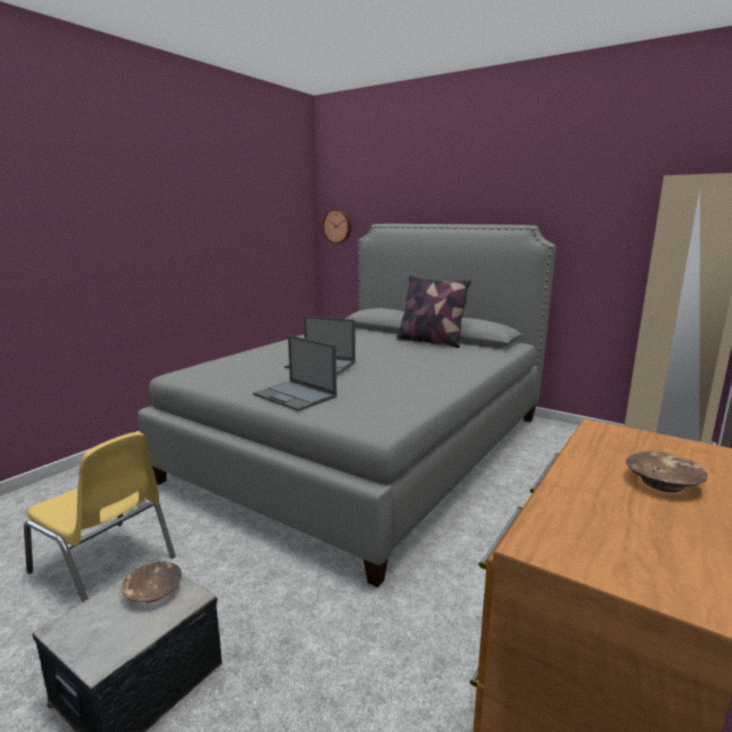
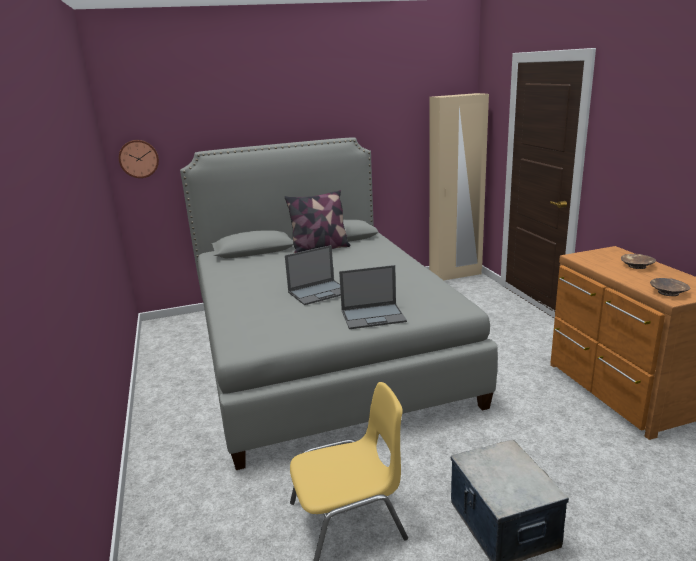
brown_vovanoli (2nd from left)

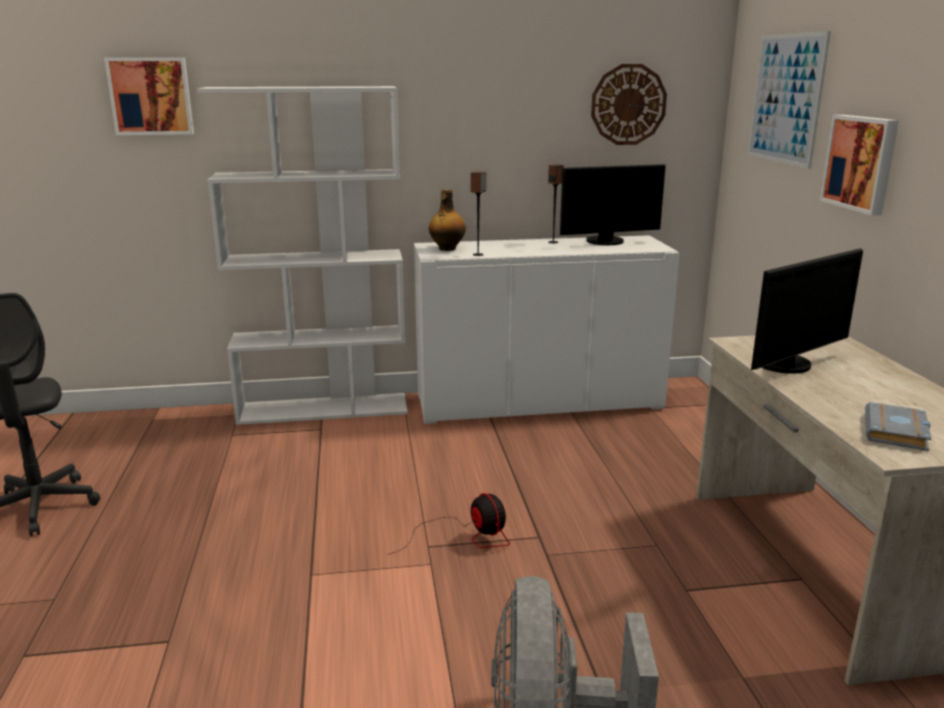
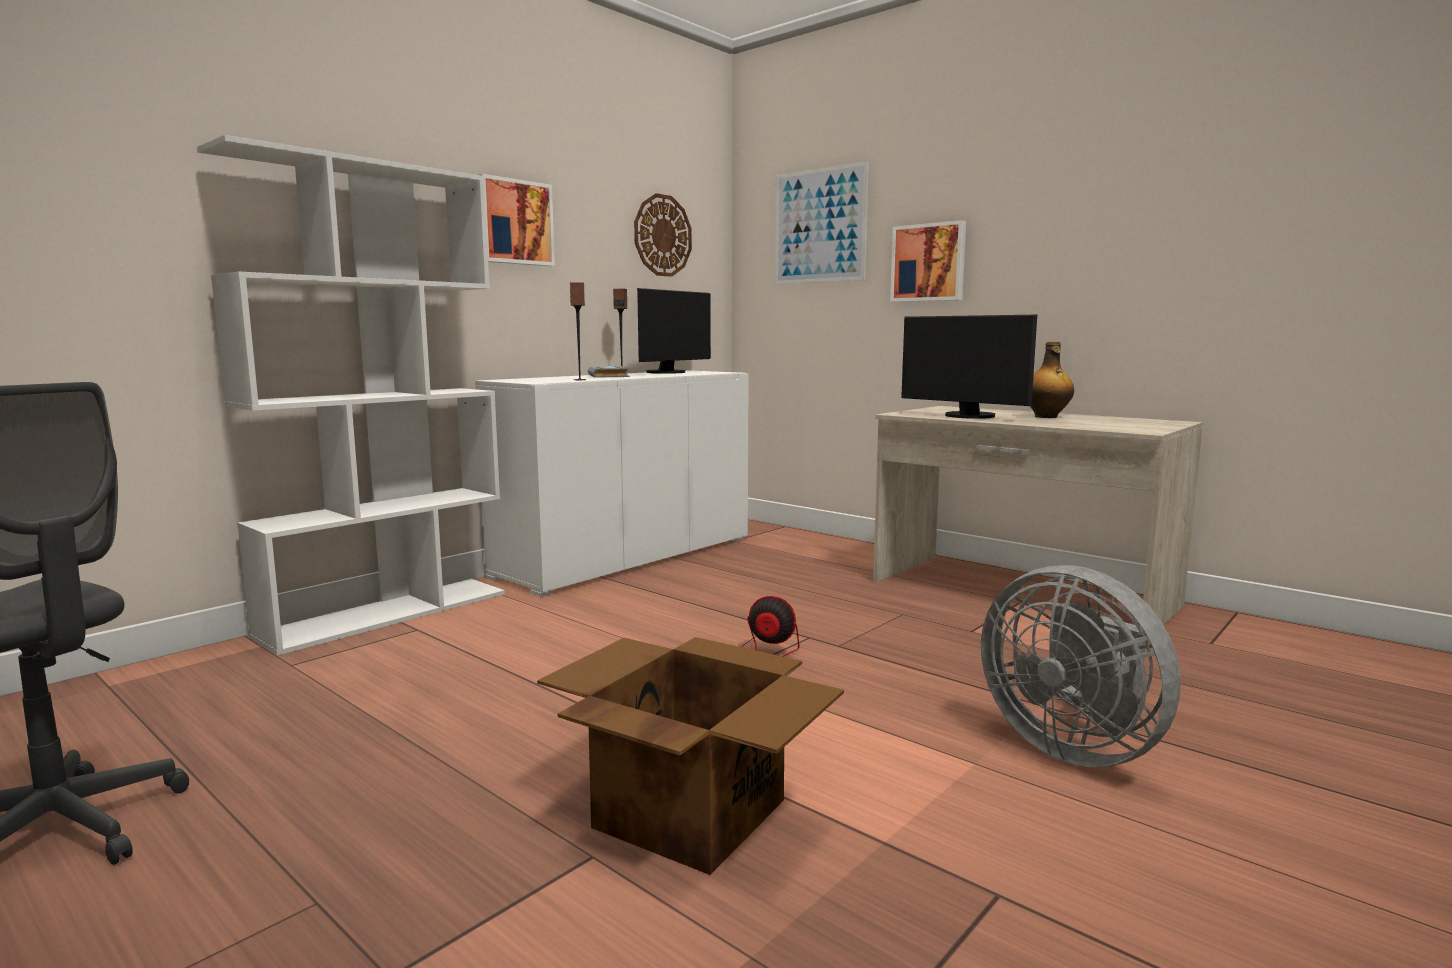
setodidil (1st from left); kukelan; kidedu (2nd from left); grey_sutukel; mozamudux

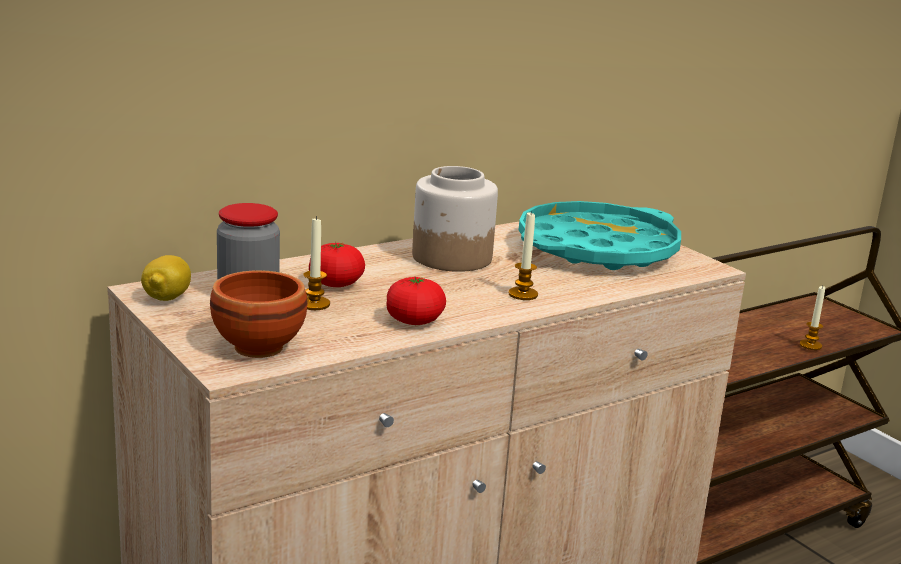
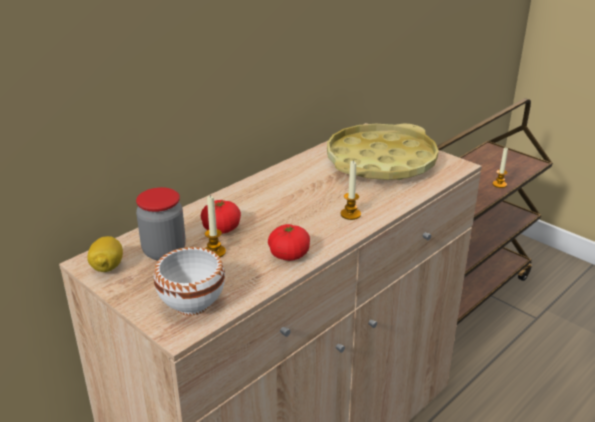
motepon (2nd from left in the first image); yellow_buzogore; white_vovanoli

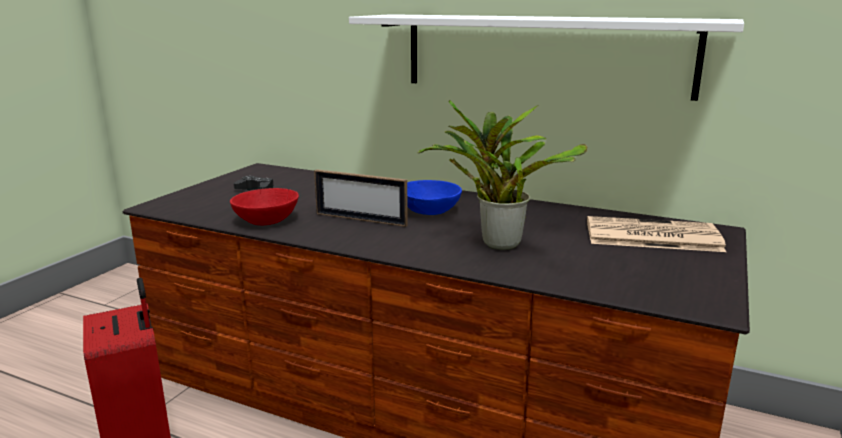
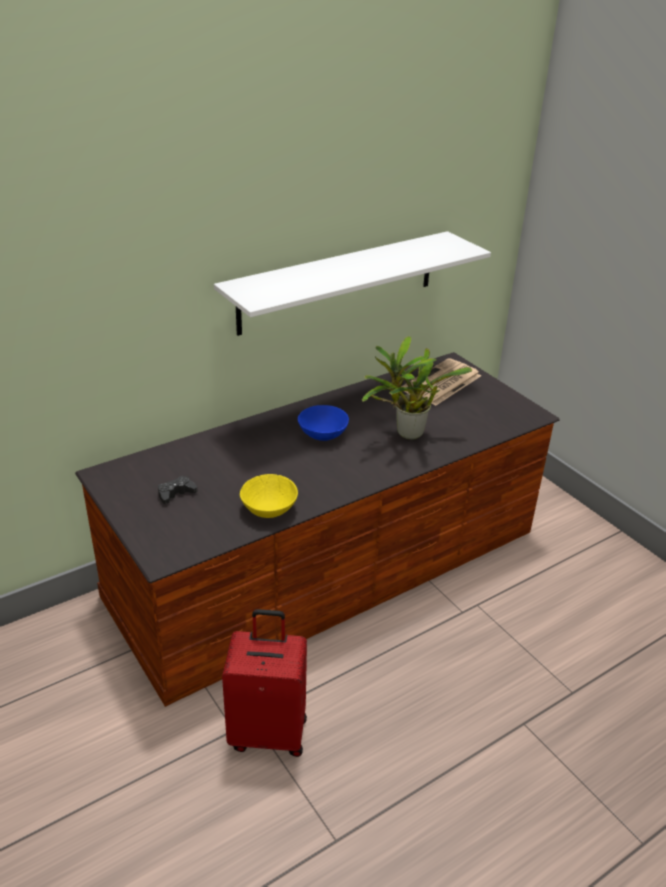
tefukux; yellow_vovanoli

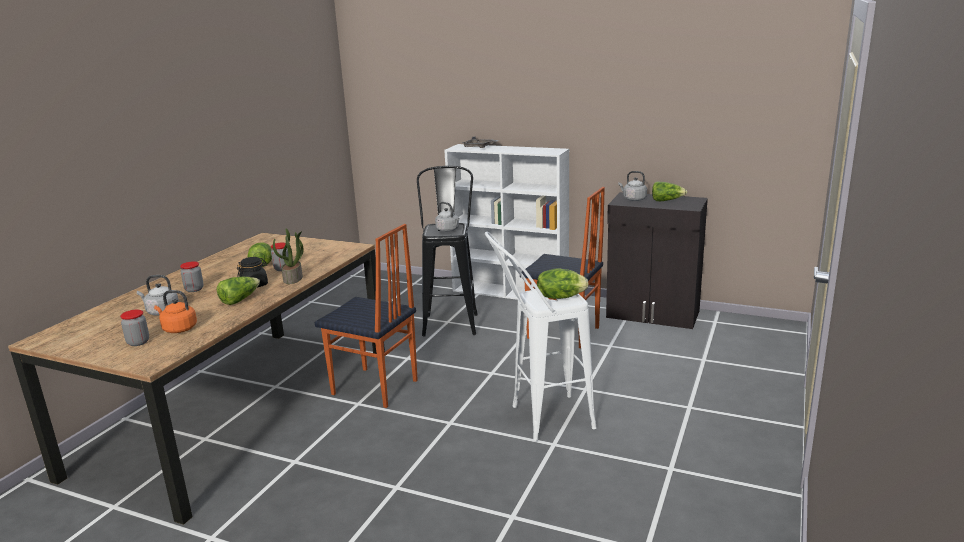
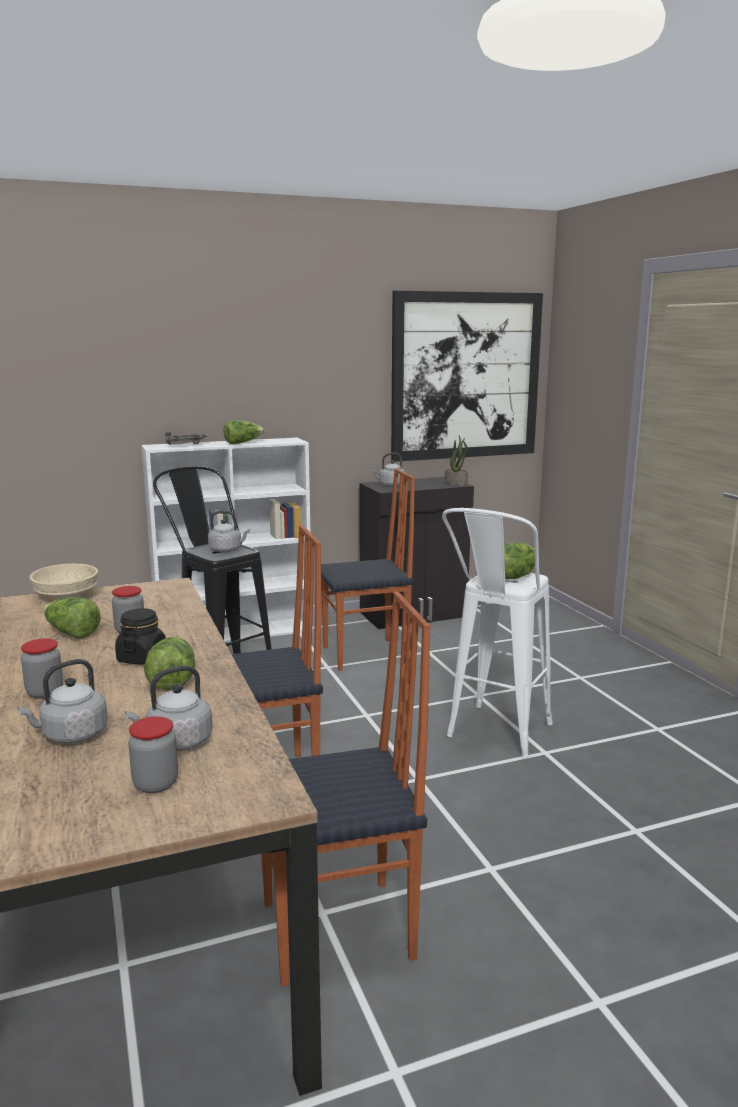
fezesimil (3rd from left); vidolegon; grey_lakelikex (2nd from left); setodidil; beige_vovanoli; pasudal (2nd from left)

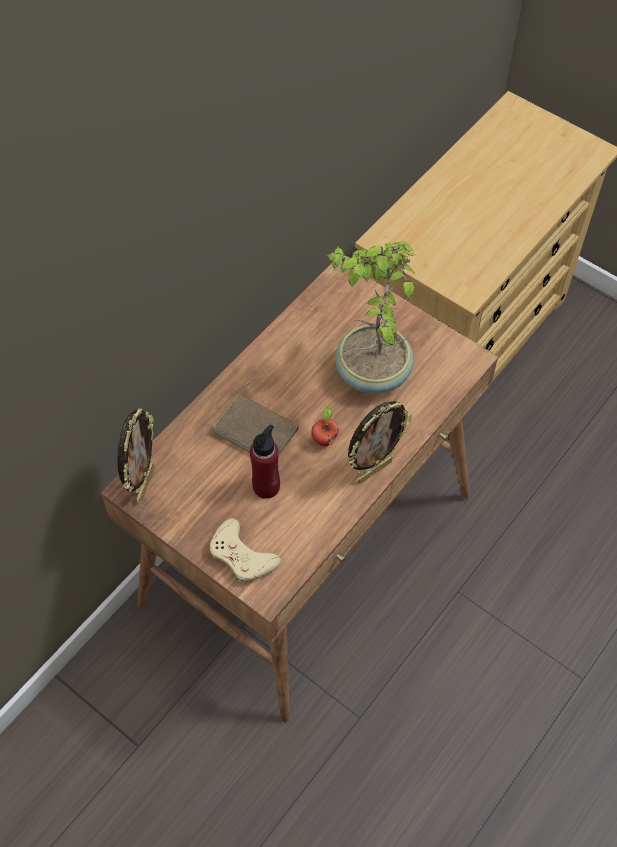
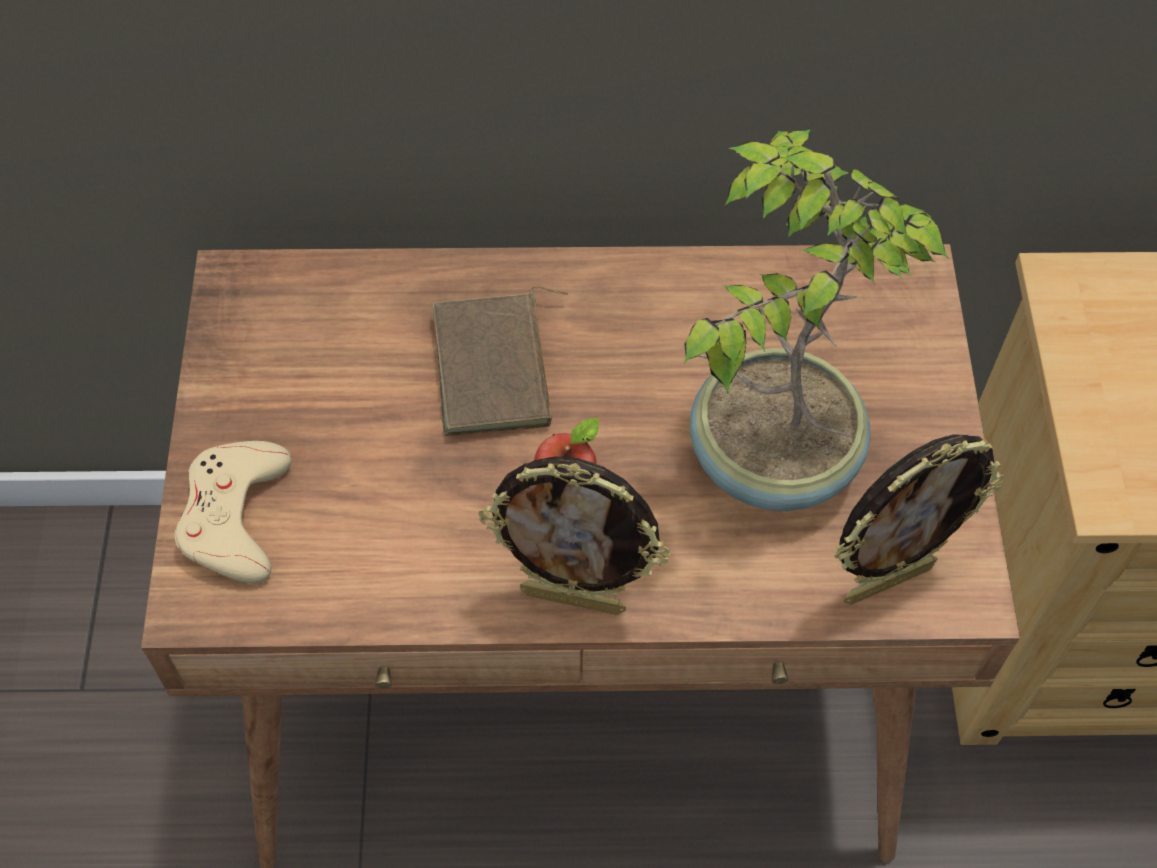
tefukux (2nd from left); red_kukelan

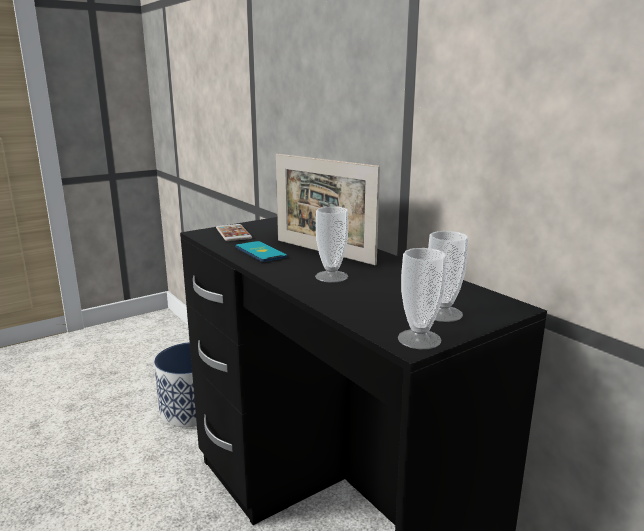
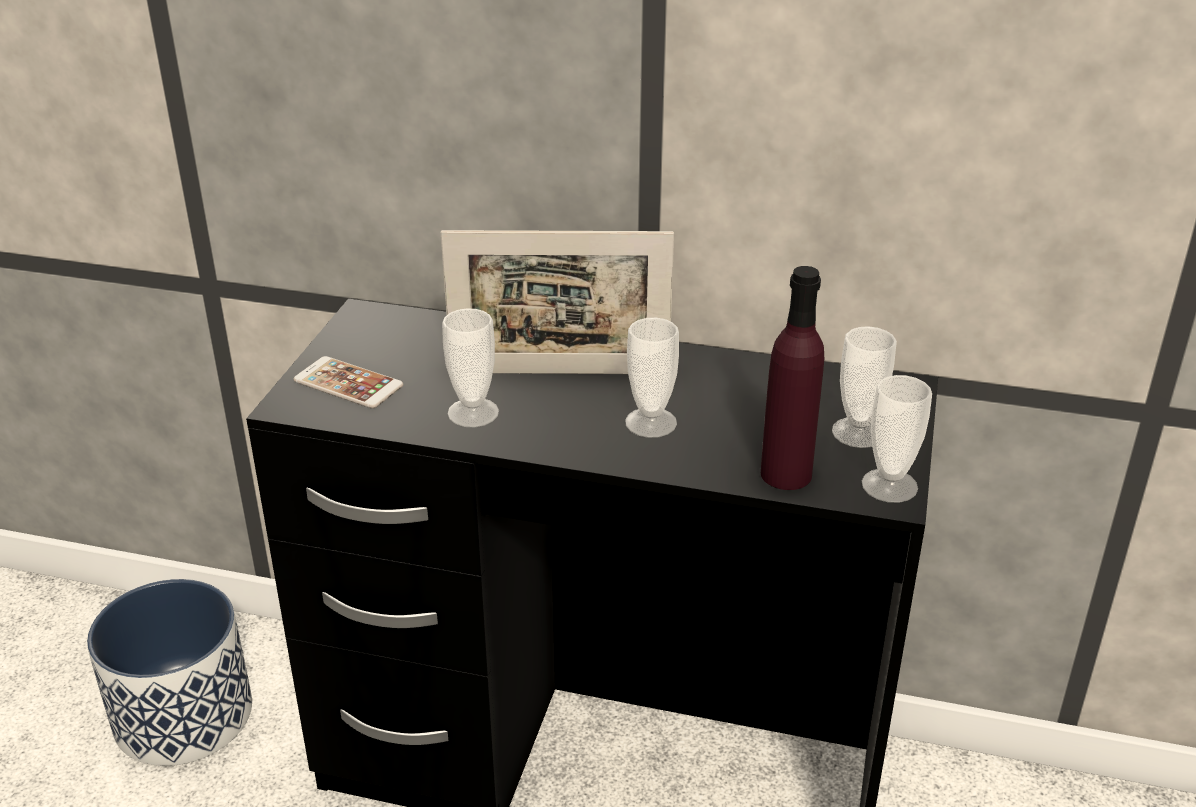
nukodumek (1st from left); purple_kukelan

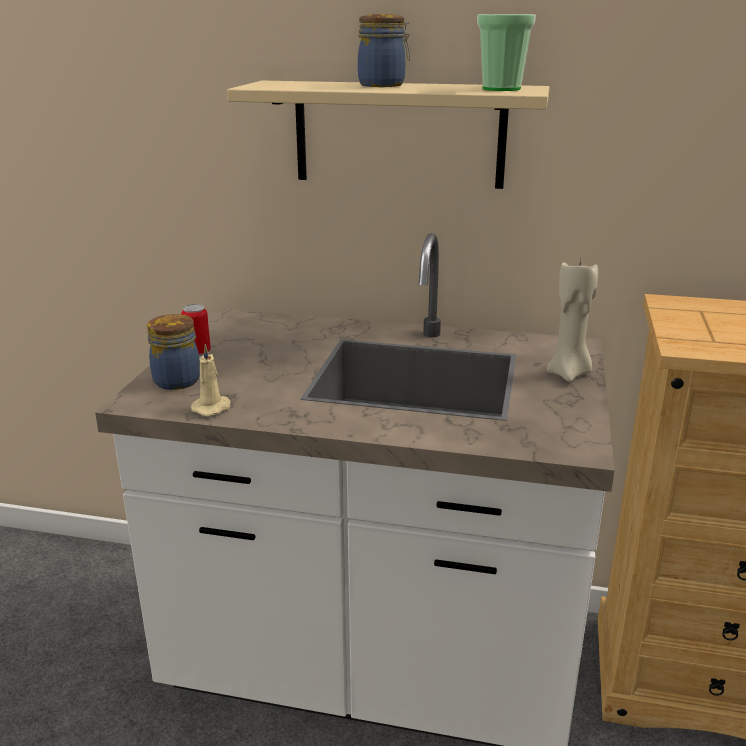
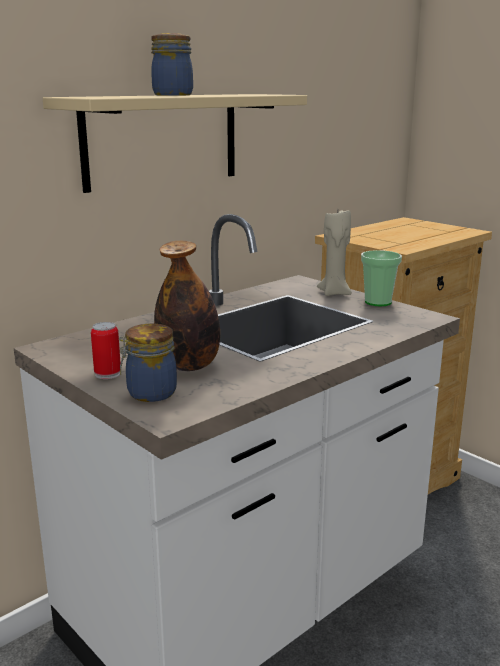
nukodumek; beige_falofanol (1st from left in the first image); kukelan

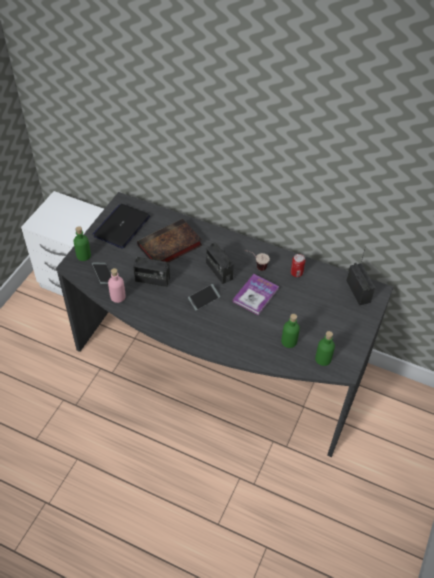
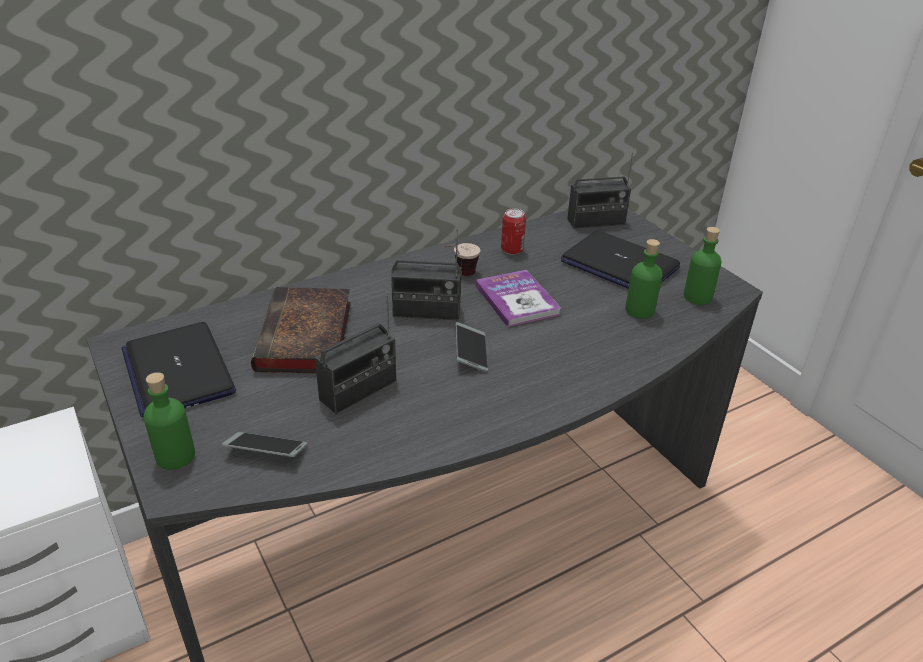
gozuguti (3rd from left); pink_kukelan; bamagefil (2nd from left)

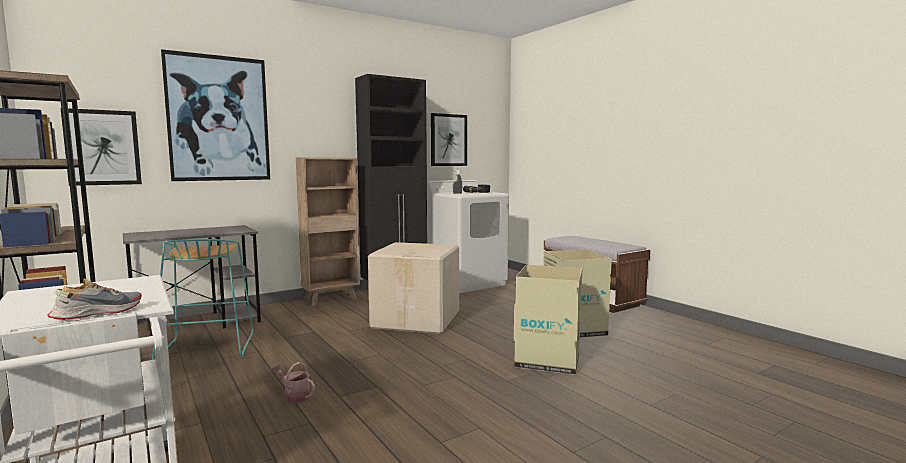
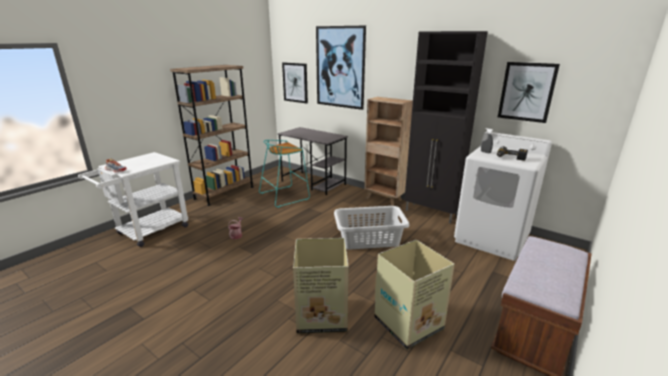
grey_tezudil

